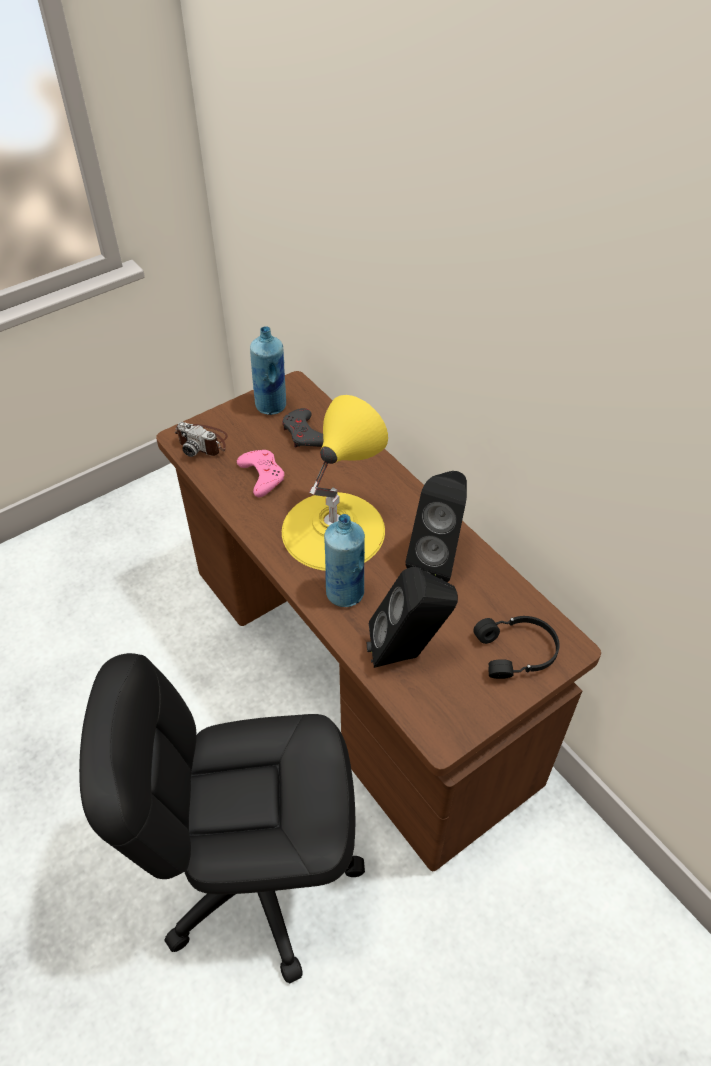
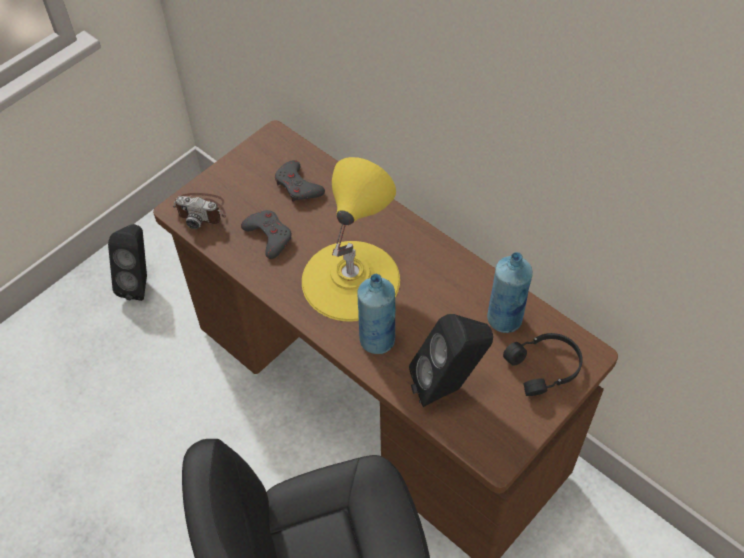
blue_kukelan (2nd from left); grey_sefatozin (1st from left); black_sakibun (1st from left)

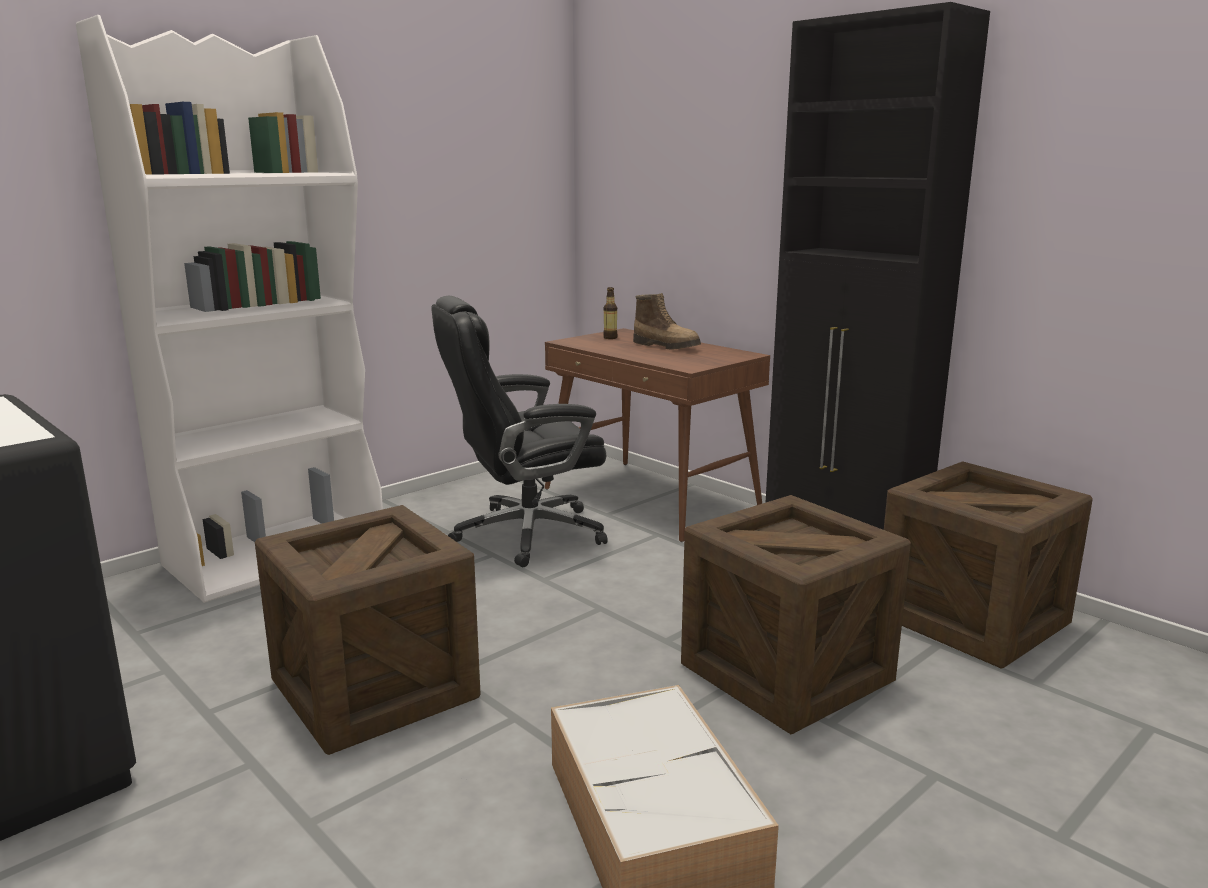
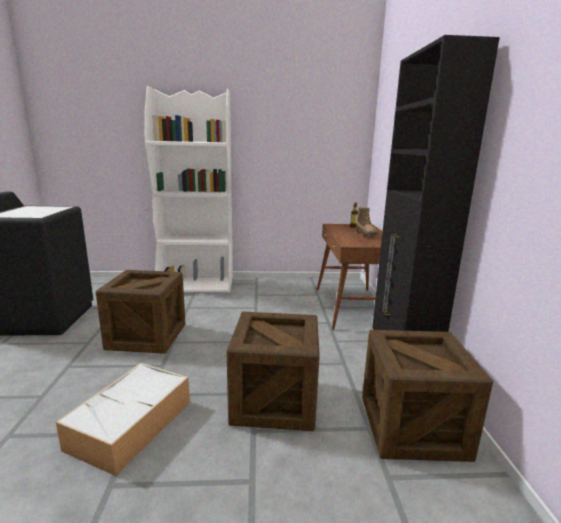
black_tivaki

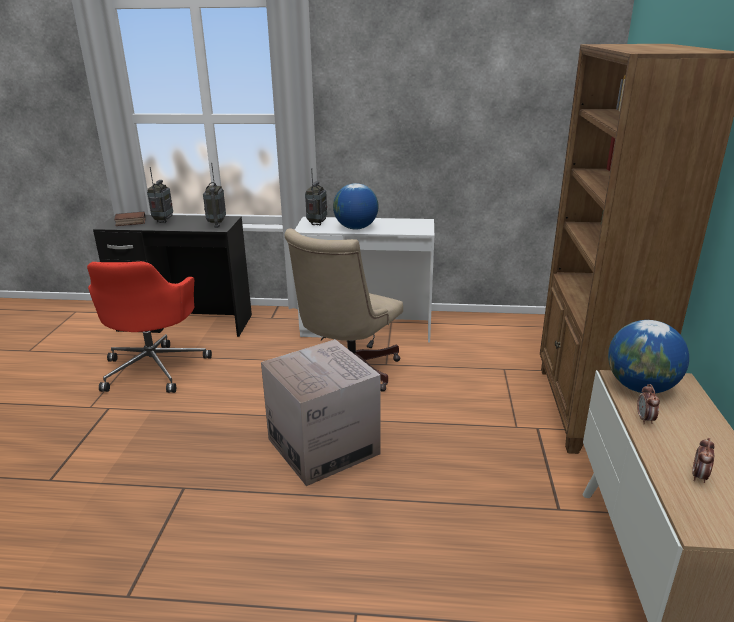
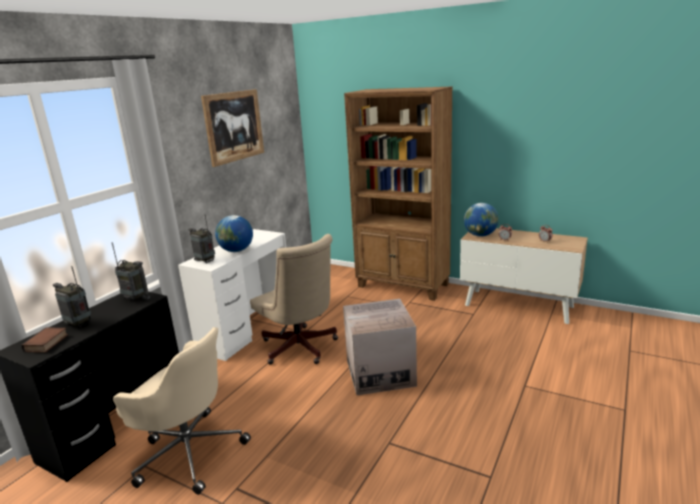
beige_tivaki (1st from left); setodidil

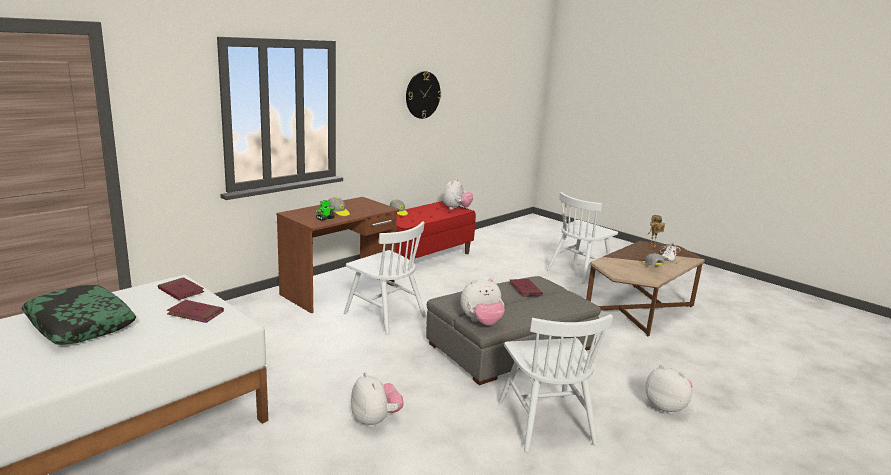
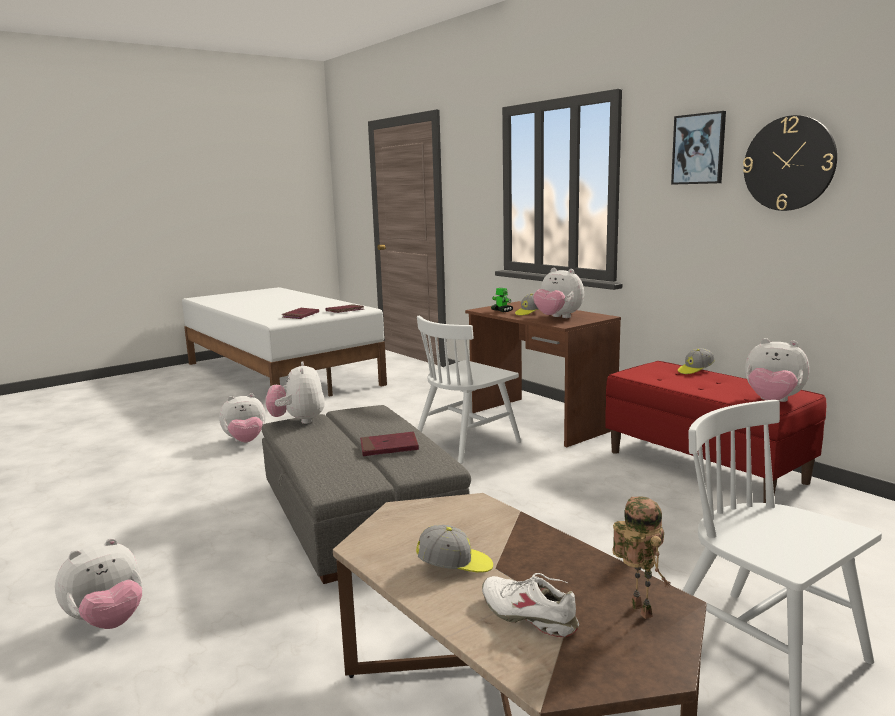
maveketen; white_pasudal (2nd from left in the first image); setodidil; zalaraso (4th from left)

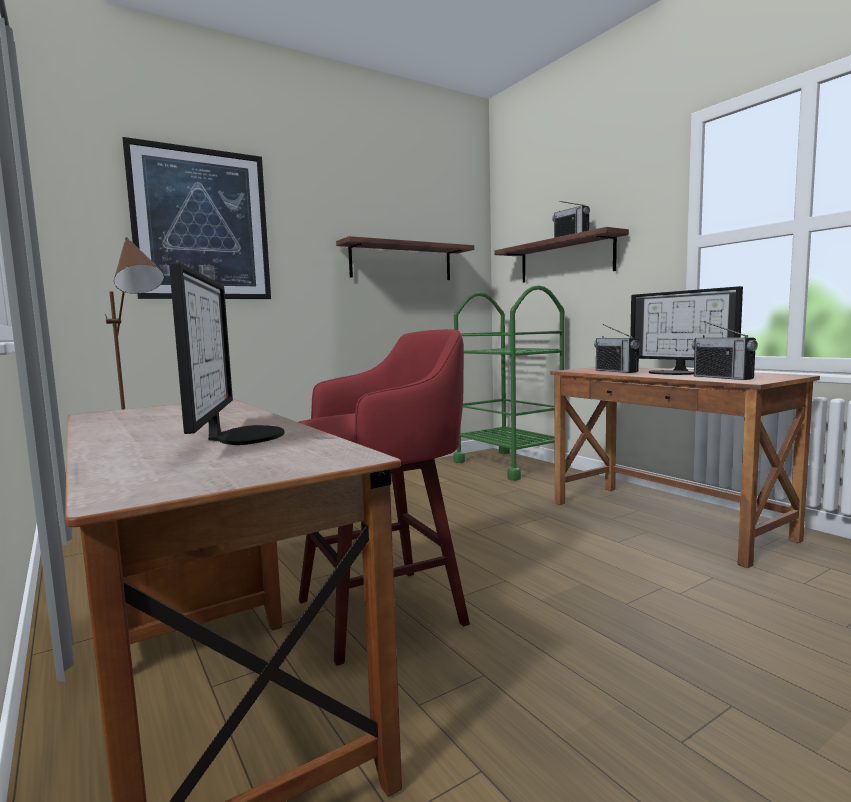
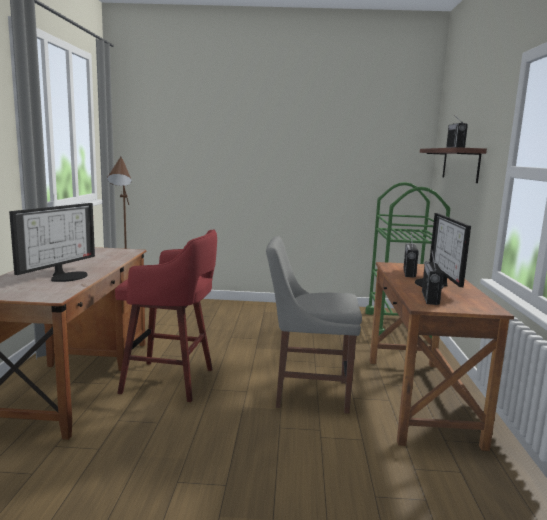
setodidil; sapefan (1st from left in the first image); grey_pasudal

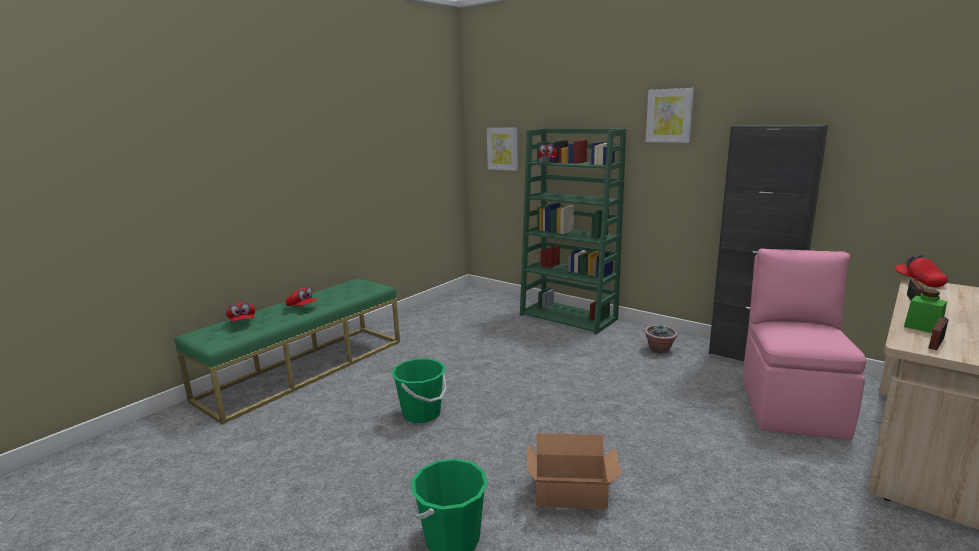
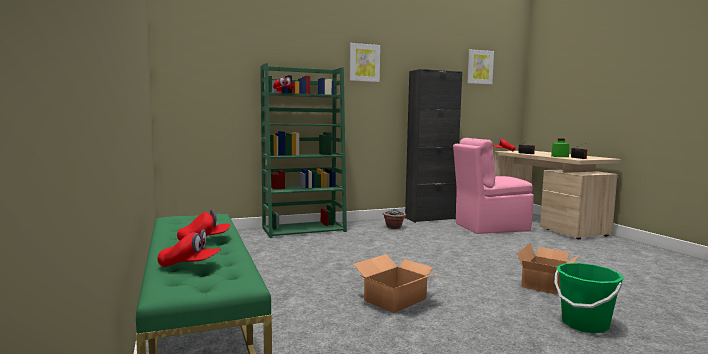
setodidil (2nd from left); pink_pasudal; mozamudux (1st from left)

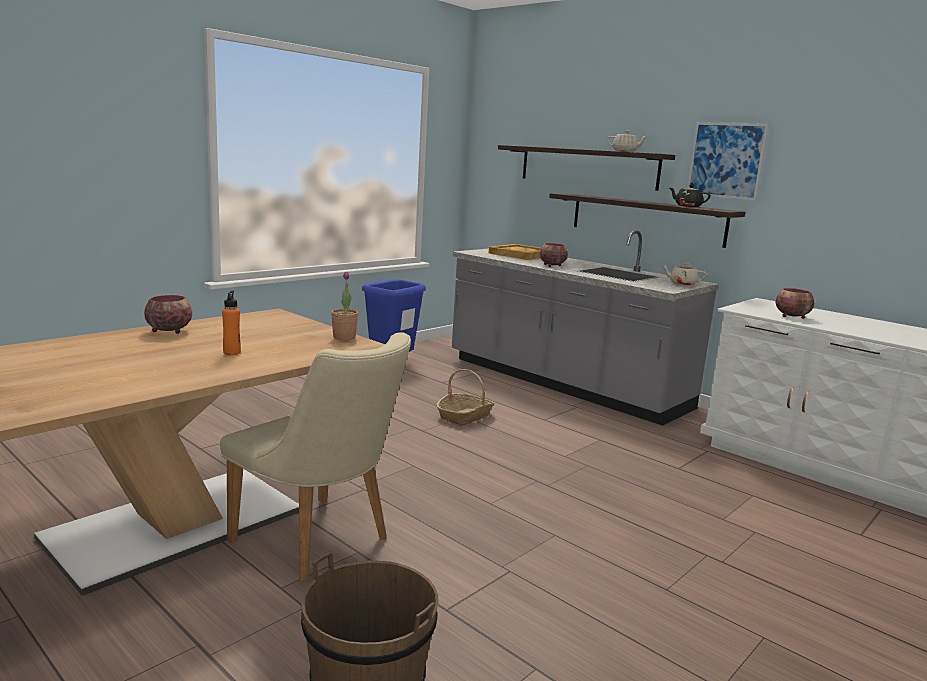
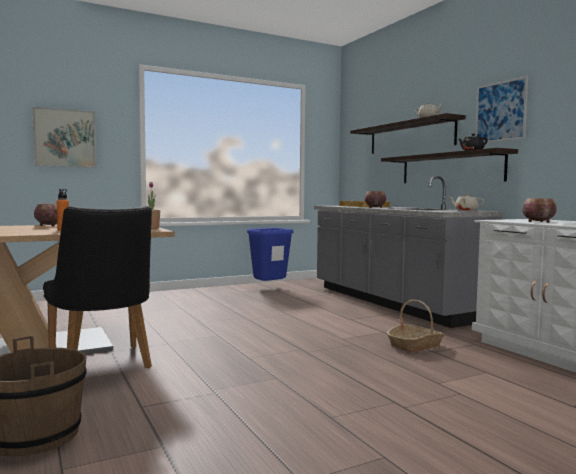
black_pasudal; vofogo; setodidil (1st from left)

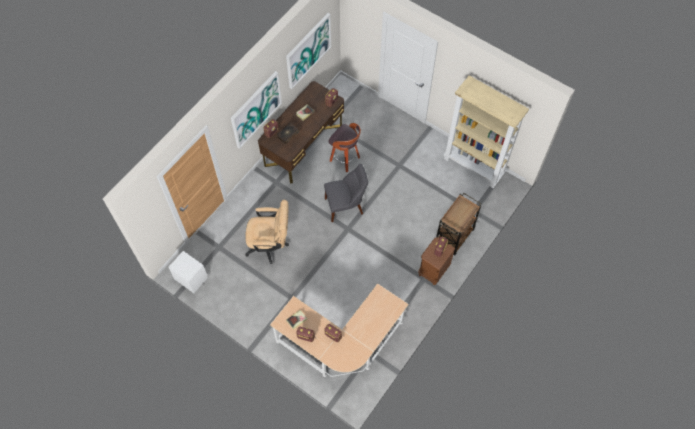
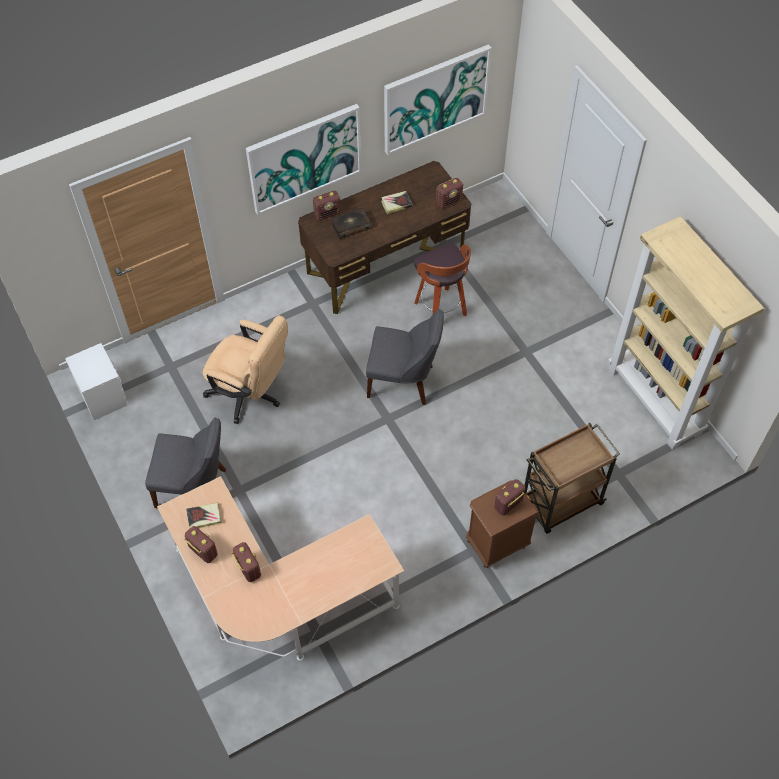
grey_pasudal (1st from left)

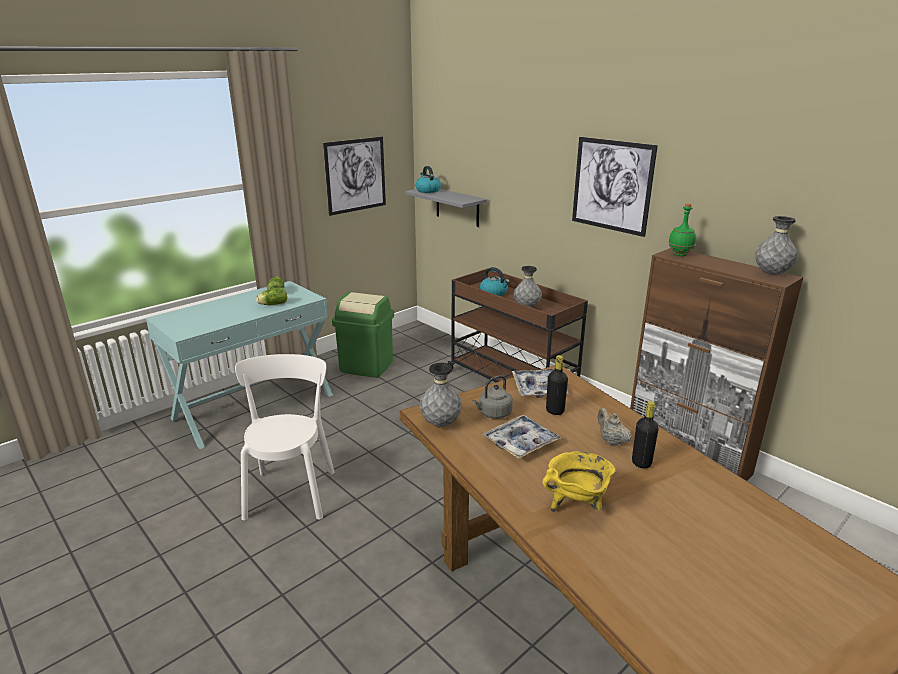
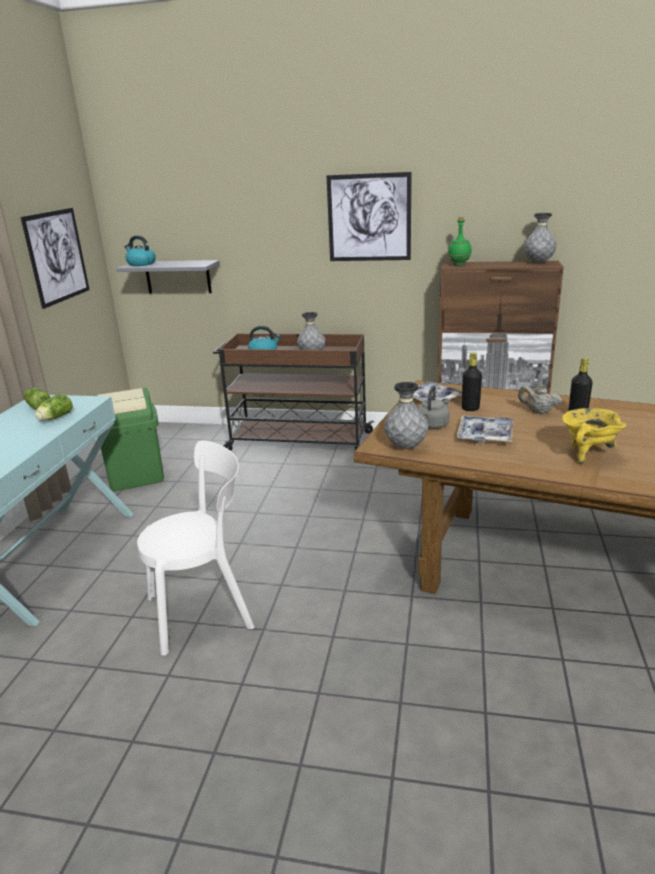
white_pasudal

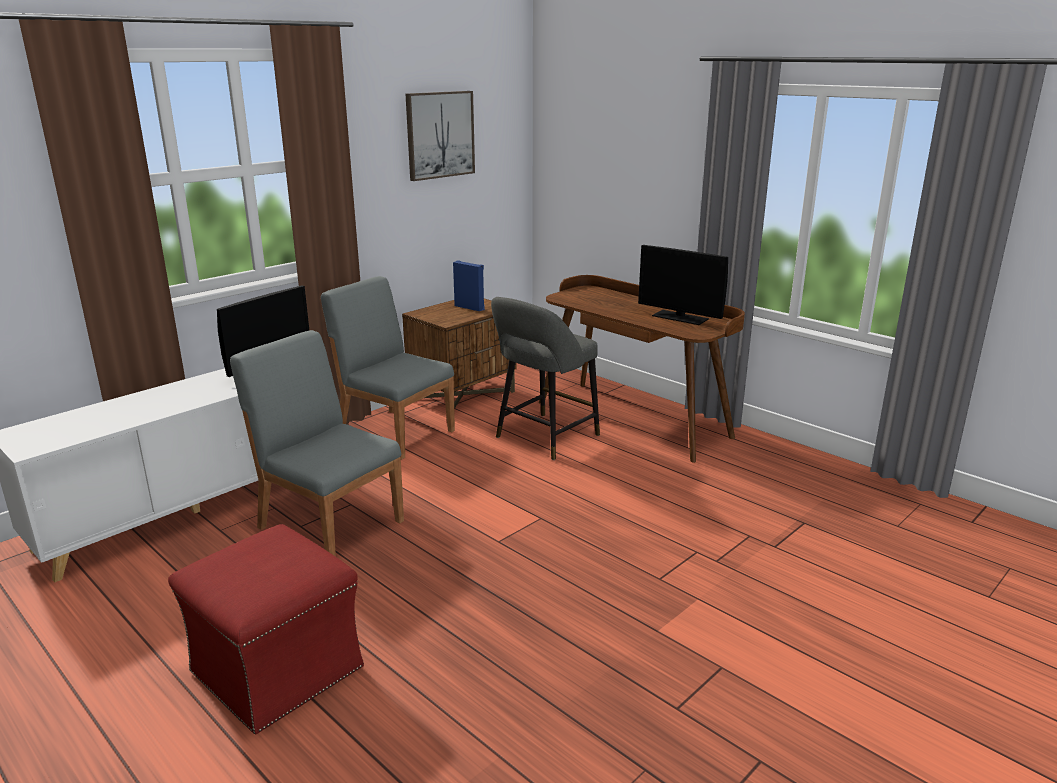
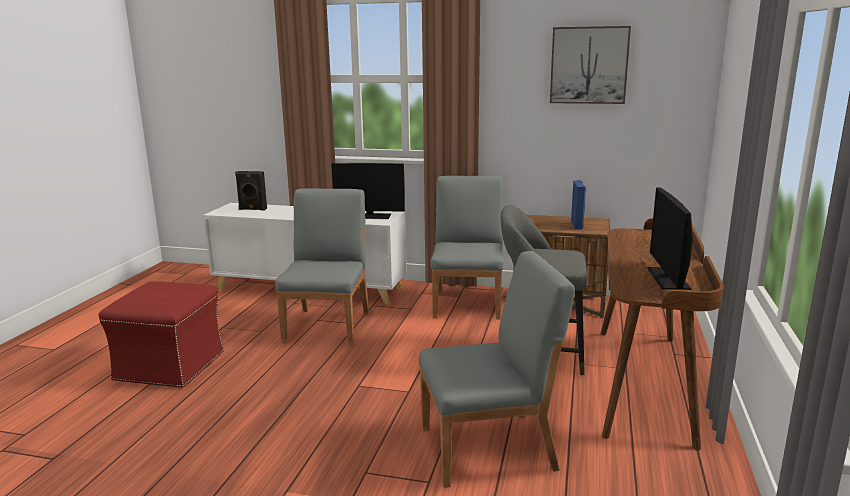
black_sakibun; grey_pasudal (3rd from left)

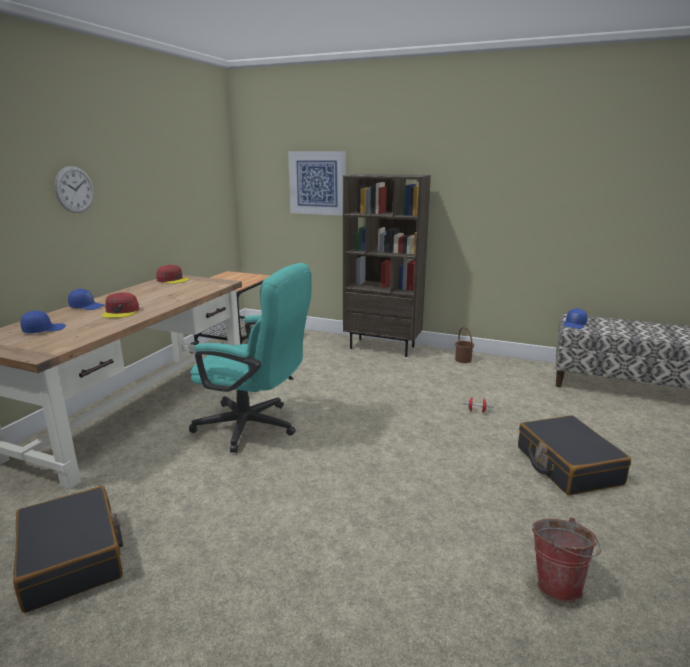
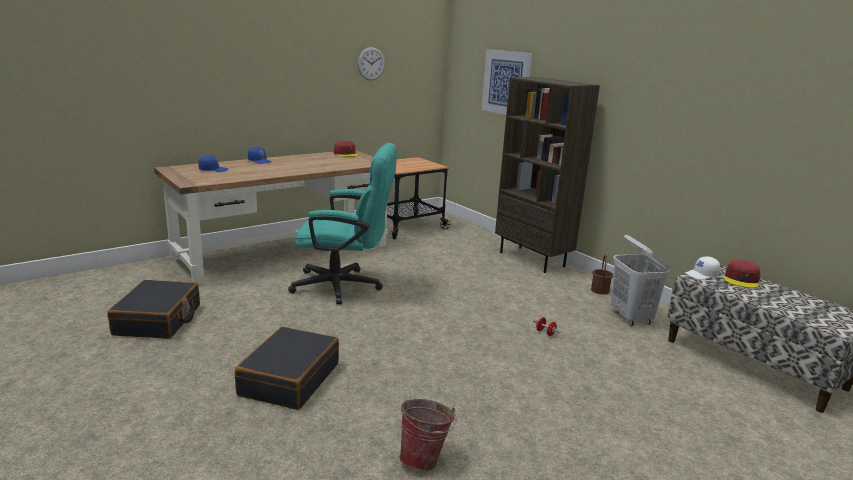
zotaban; turquoise_tivaki; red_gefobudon (2nd from left); white_gefobudon; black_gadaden (2nd from left); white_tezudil

